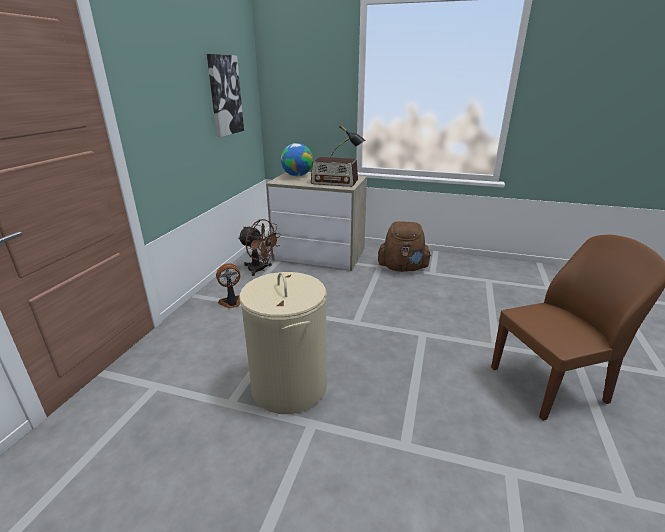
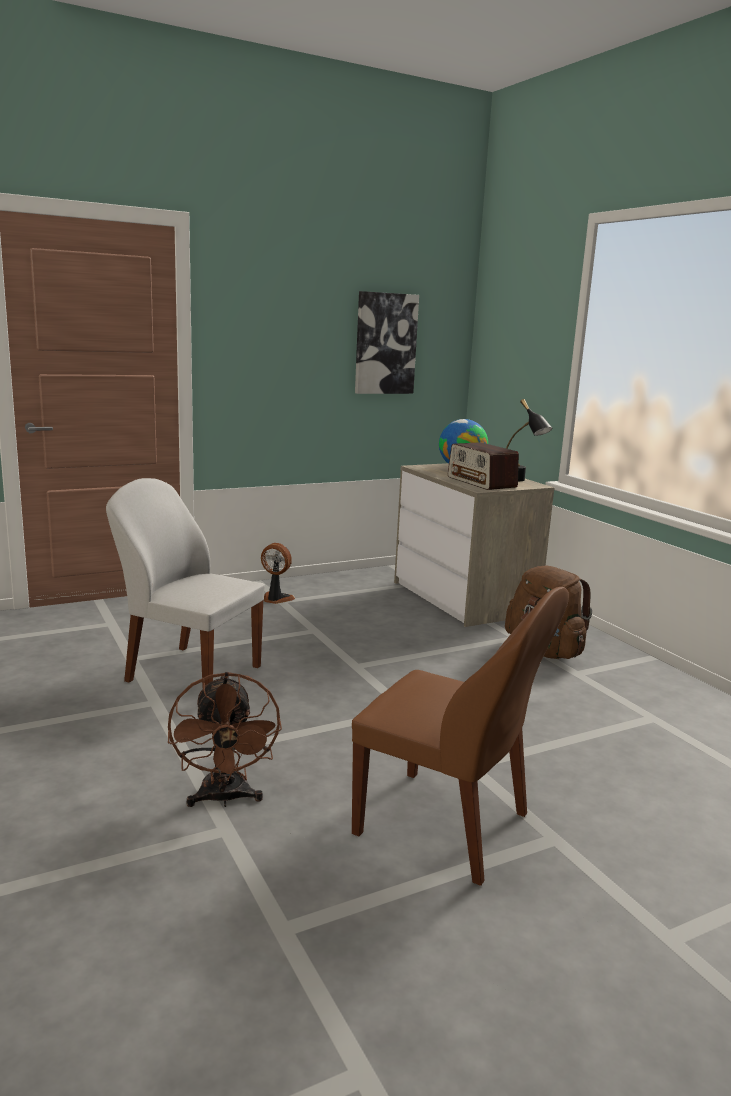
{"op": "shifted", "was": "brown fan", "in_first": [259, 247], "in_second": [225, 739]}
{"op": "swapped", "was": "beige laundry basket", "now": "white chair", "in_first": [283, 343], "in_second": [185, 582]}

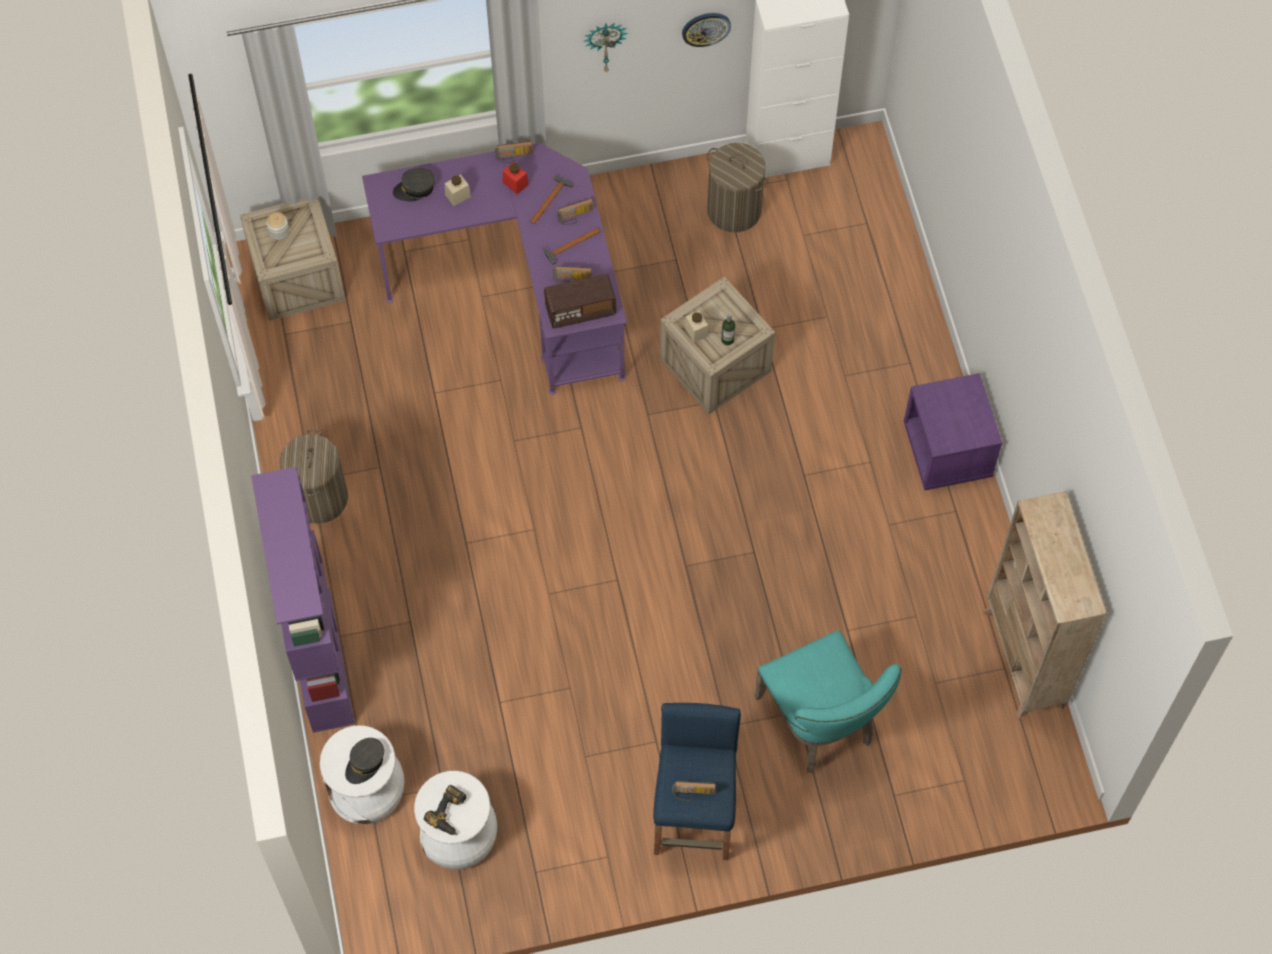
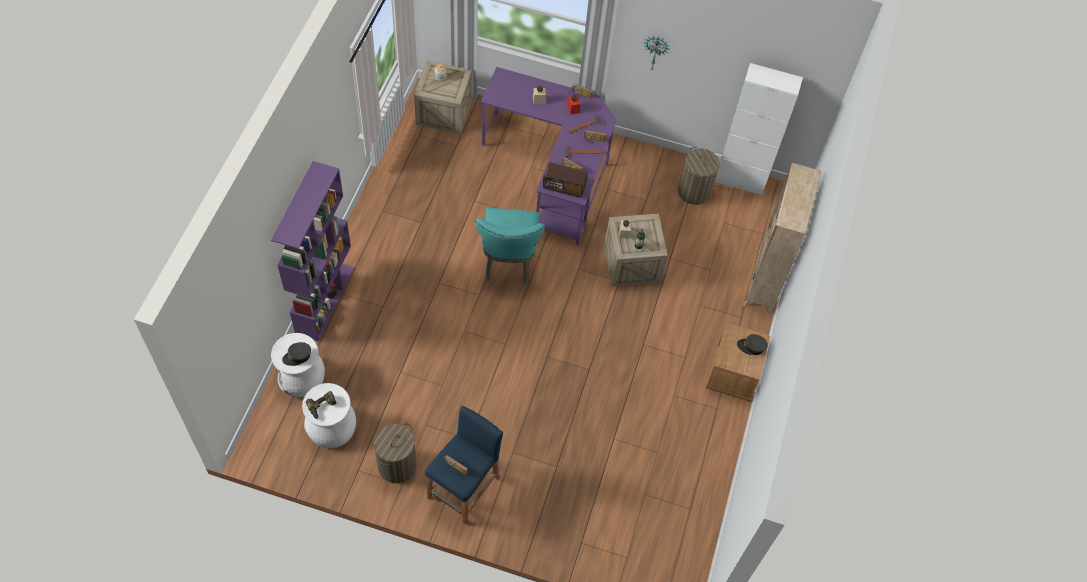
{"op": "gone", "was": "wall clock", "in_first": [706, 30]}
{"op": "shifted", "was": "grey cap", "in_first": [414, 184], "in_second": [752, 344]}
{"op": "repainted", "was": "purple nightstand", "now": "brown nightstand", "in_first": [953, 431], "in_second": [738, 362]}
{"op": "shifted", "was": "laundry basket", "in_first": [313, 476], "in_second": [395, 453]}
{"op": "shifted", "was": "beige bookcase", "in_first": [1045, 605], "in_second": [781, 238]}
{"op": "shifted", "was": "turquoise chair", "in_first": [828, 701], "in_second": [510, 246]}

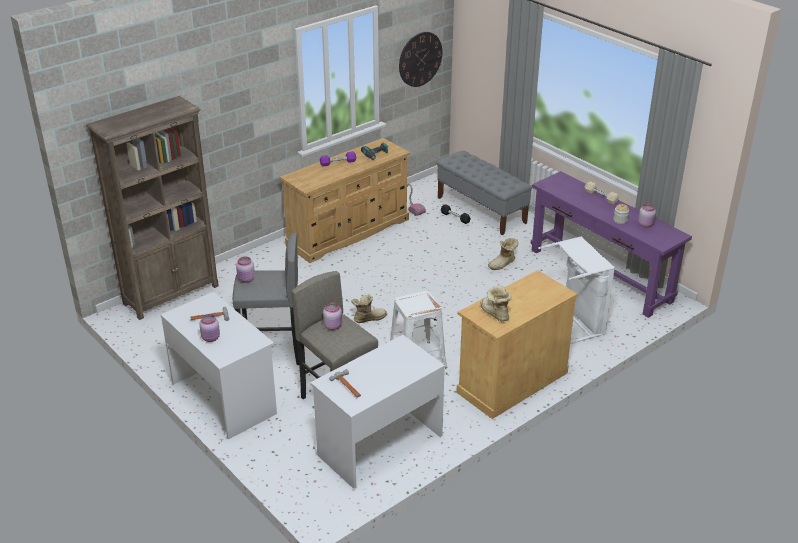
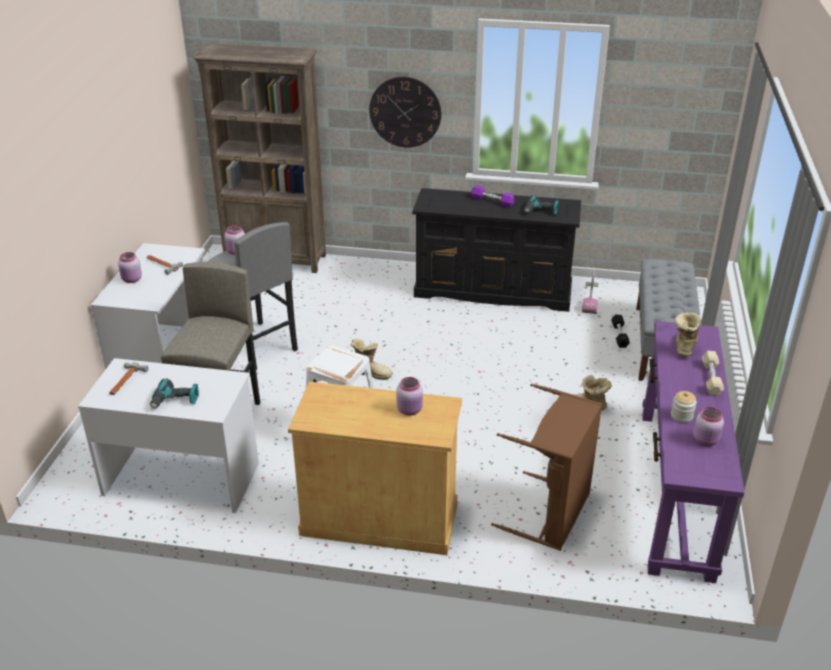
{"op": "shifted", "was": "wall clock", "in_first": [420, 59], "in_second": [405, 112]}
{"op": "repainted", "was": "beige dresser", "now": "black dresser", "in_first": [345, 200], "in_second": [496, 250]}
{"op": "repainted", "was": "white laundry basket", "now": "brown laundry basket", "in_first": [576, 290], "in_second": [546, 467]}
{"op": "shifted", "was": "boot", "in_first": [496, 303], "in_second": [688, 335]}
{"op": "shifted", "was": "pink jar", "in_first": [332, 316], "in_second": [409, 396]}
{"op": "new", "now": "power drill", "in_second": [174, 393]}

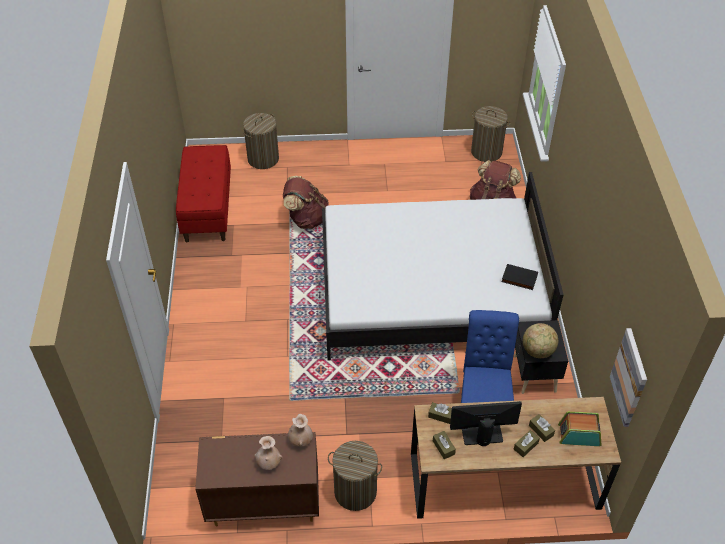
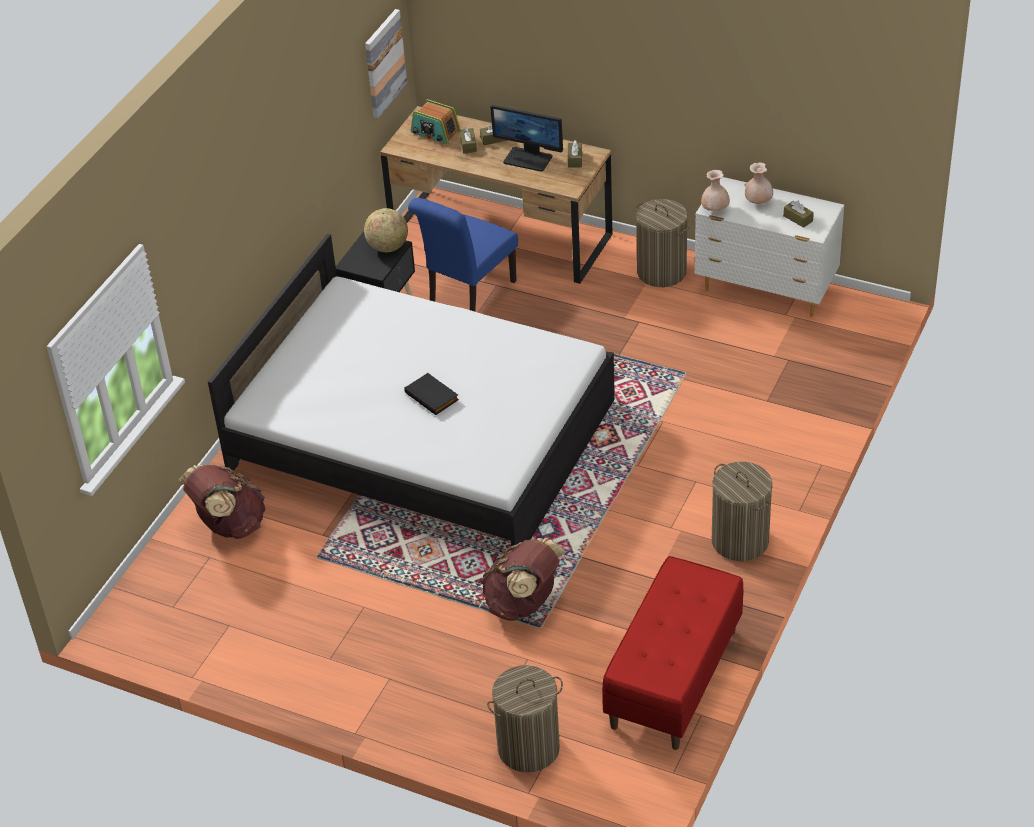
{"op": "shifted", "was": "laundry basket", "in_first": [491, 134], "in_second": [742, 511]}
{"op": "shifted", "was": "black book", "in_first": [519, 277], "in_second": [431, 394]}
{"op": "shifted", "was": "brown tissue box", "in_first": [440, 413], "in_second": [798, 214]}
{"op": "repainted", "was": "brown dresser", "now": "white dresser", "in_first": [257, 479], "in_second": [769, 247]}

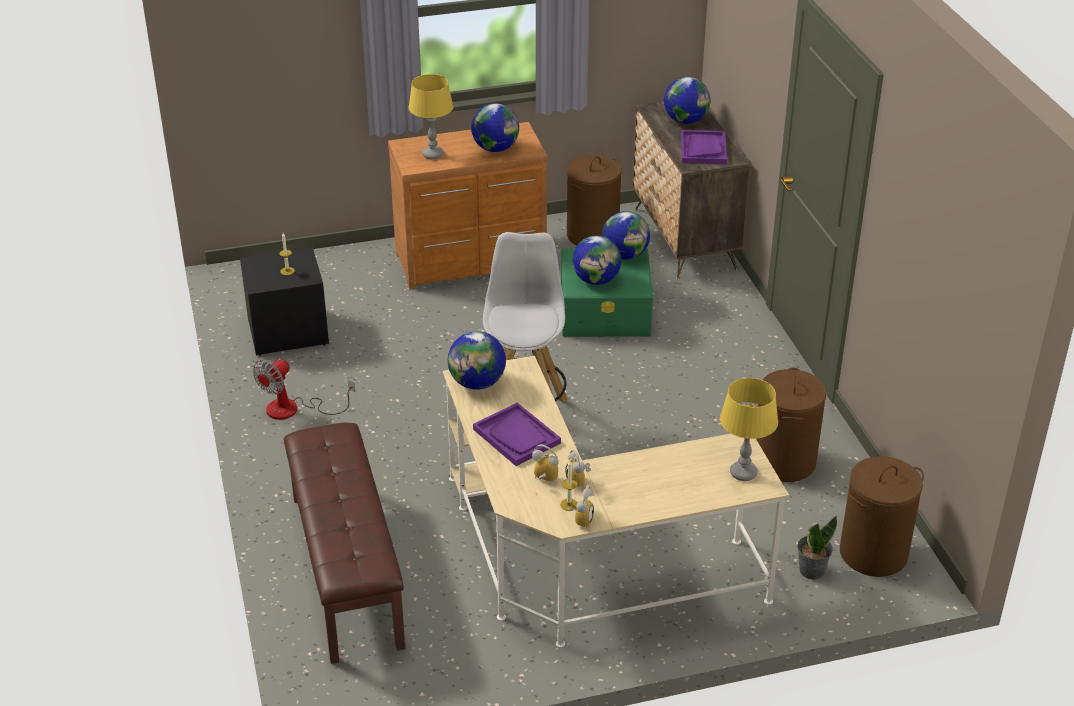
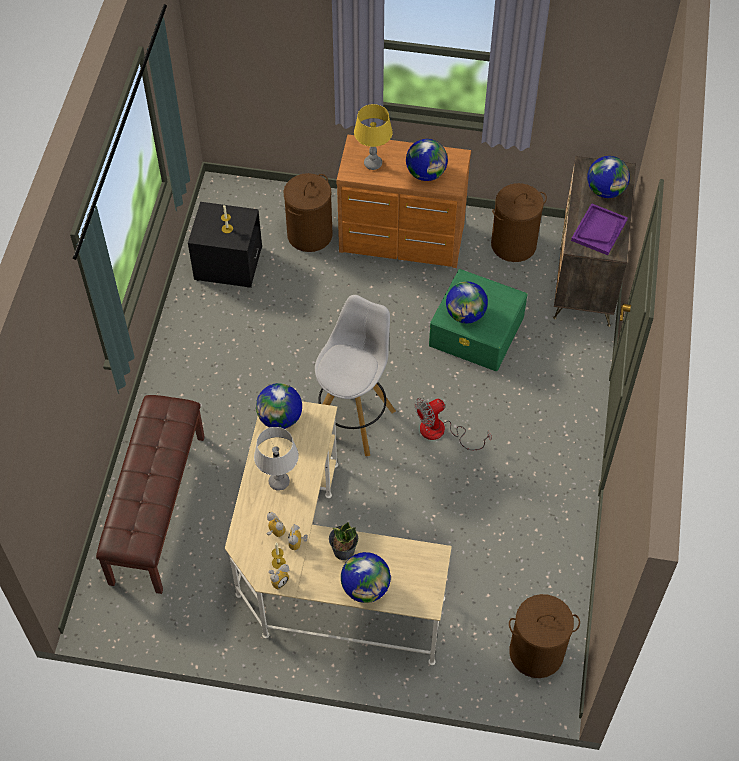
{"op": "shifted", "was": "globe", "in_first": [626, 235], "in_second": [366, 577]}
{"op": "shifted", "was": "fan", "in_first": [304, 389], "in_second": [453, 424]}
{"op": "shifted", "was": "brown laundry basket", "in_first": [791, 425], "in_second": [308, 212]}
{"op": "gone", "was": "yellow table lamp", "in_first": [749, 429]}
{"op": "swapped", "was": "purple tray", "now": "grey table lamp", "in_first": [517, 434], "in_second": [276, 459]}
{"op": "shifted", "was": "potted plant", "in_first": [817, 547], "in_second": [343, 541]}

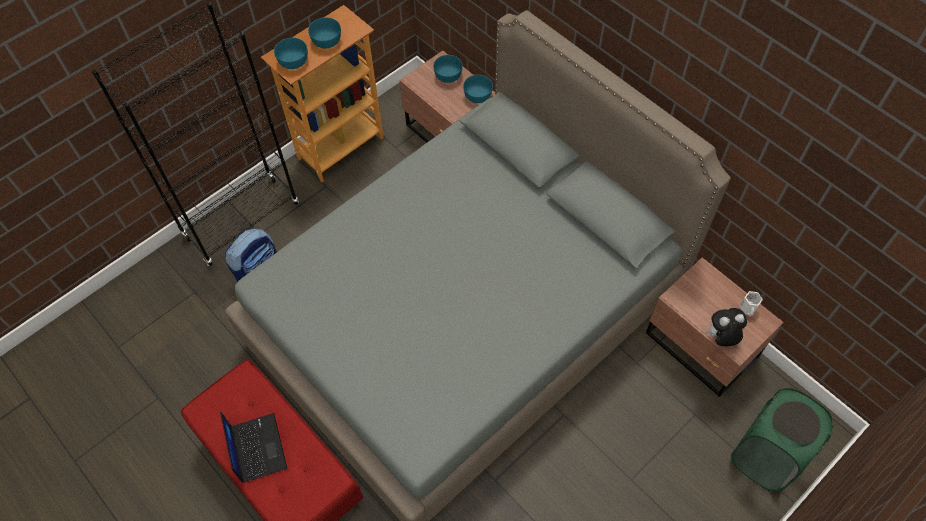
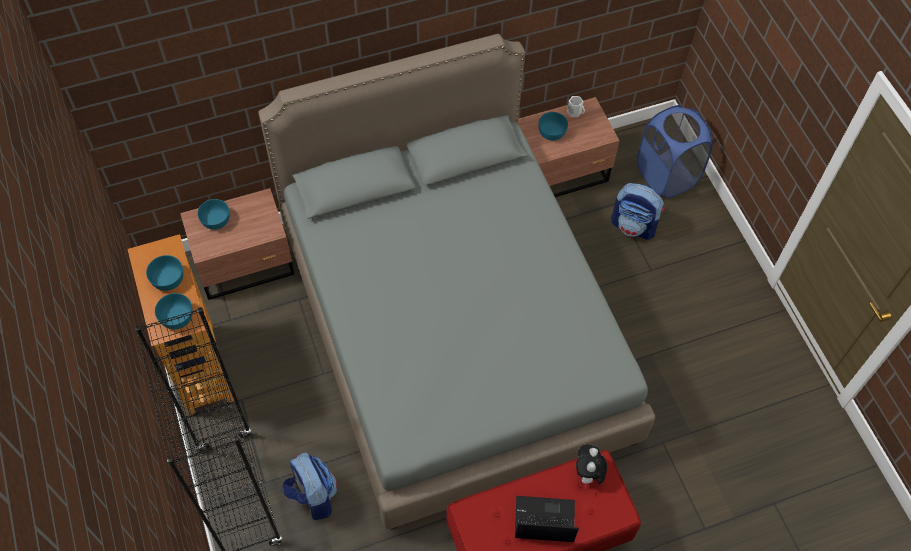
{"op": "shifted", "was": "turquoise bowl", "in_first": [478, 89], "in_second": [553, 126]}
{"op": "shifted", "was": "plush toy", "in_first": [726, 327], "in_second": [591, 466]}
{"op": "repainted", "was": "green laundry basket", "now": "blue laundry basket", "in_first": [782, 440], "in_second": [675, 151]}
{"op": "new", "now": "backpack", "in_second": [638, 211]}

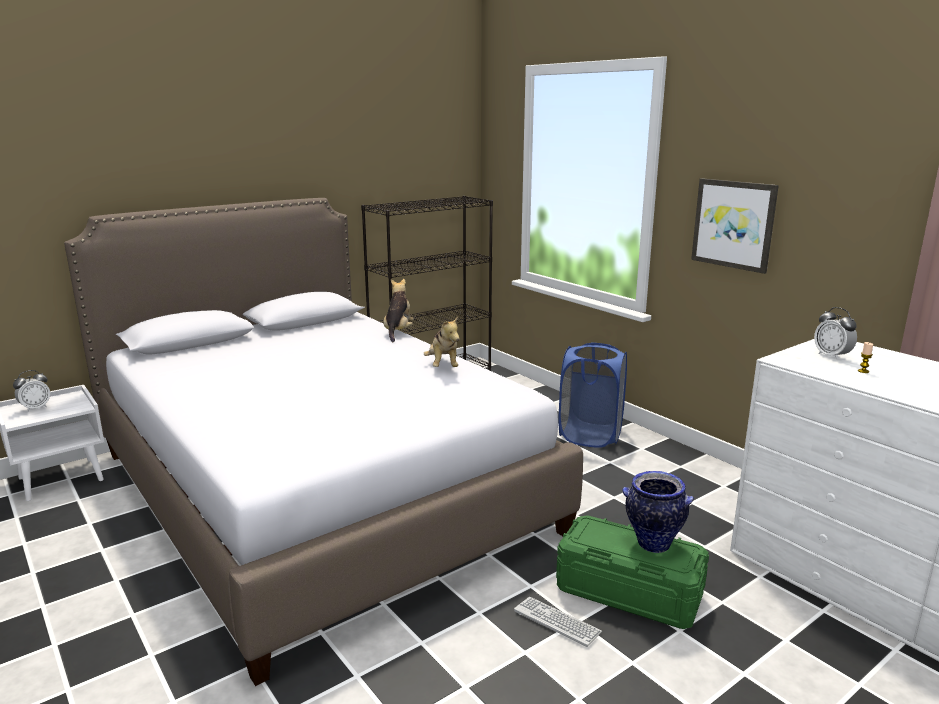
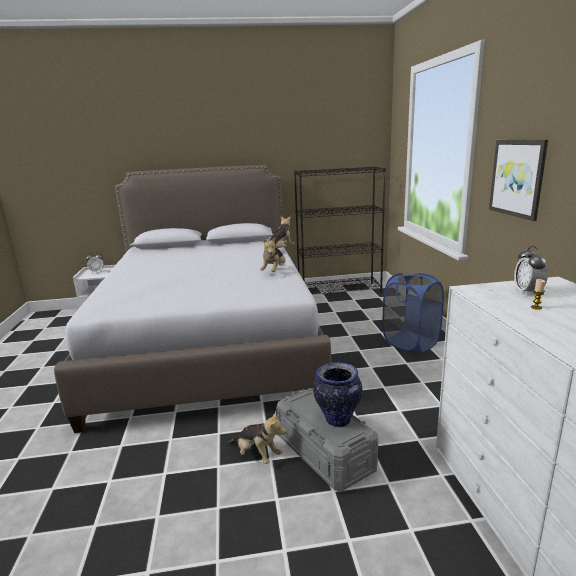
{"op": "repainted", "was": "green storage box", "now": "grey storage box", "in_first": [632, 572], "in_second": [327, 439]}
{"op": "swapped", "was": "keyboard", "now": "plush toy", "in_first": [558, 622], "in_second": [257, 437]}

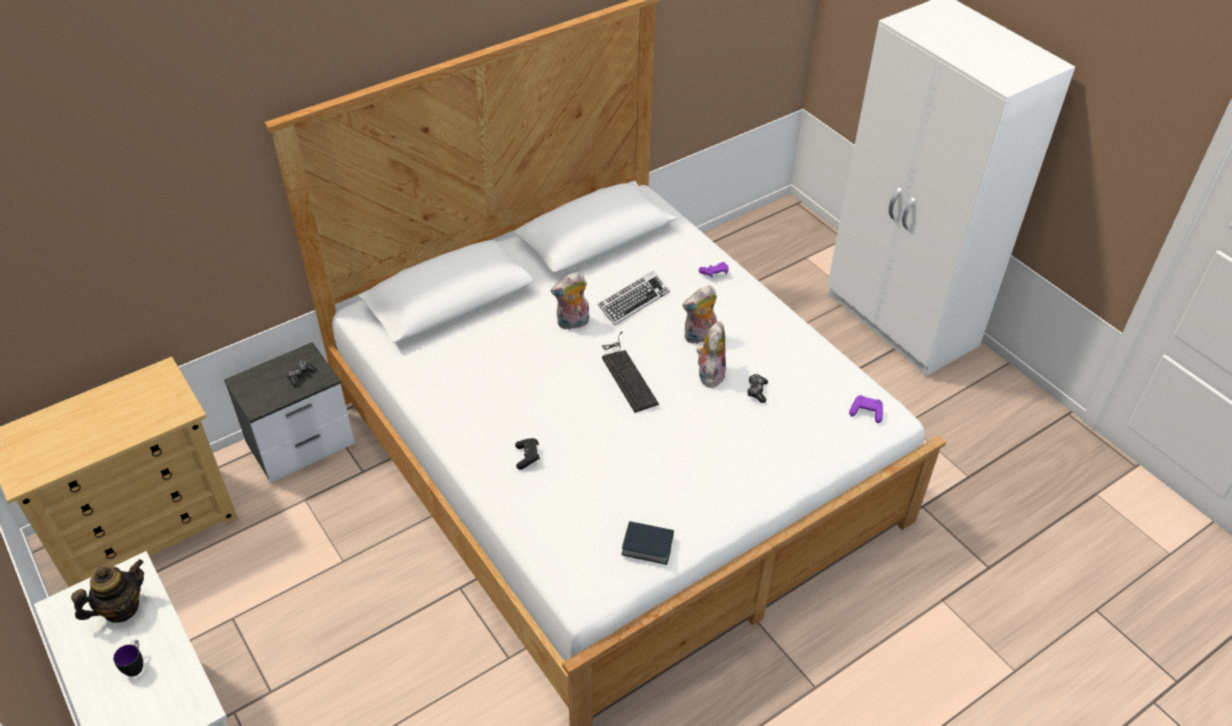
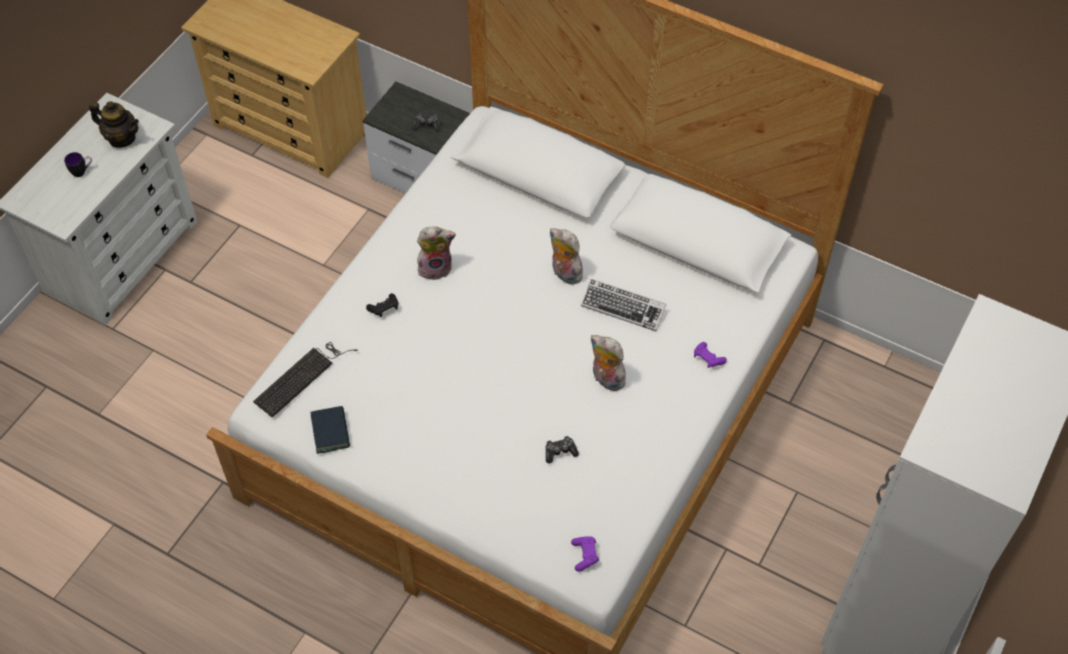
{"op": "shifted", "was": "plush toy", "in_first": [711, 354], "in_second": [436, 253]}
{"op": "shifted", "was": "keyboard", "in_first": [630, 372], "in_second": [305, 380]}

